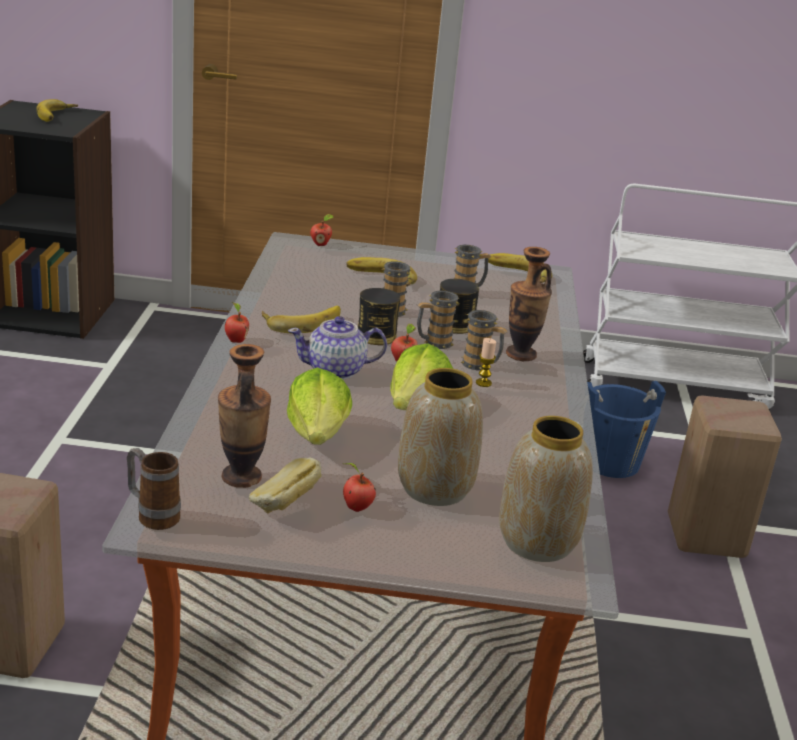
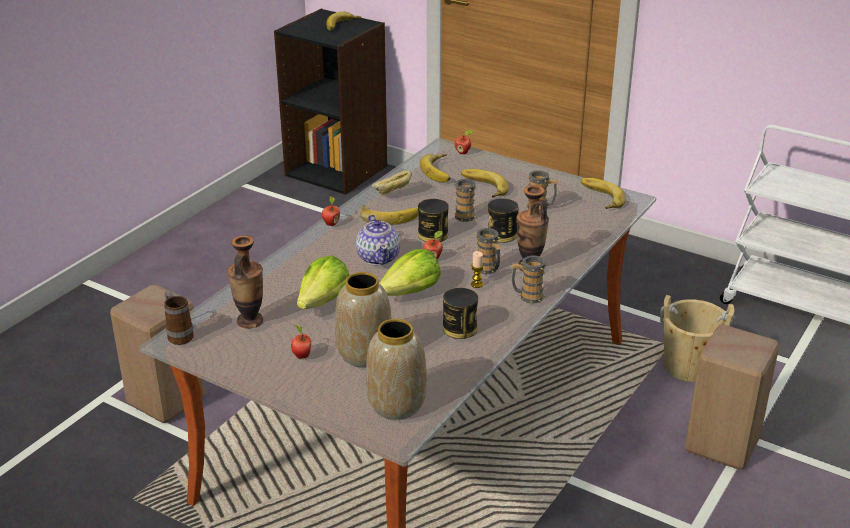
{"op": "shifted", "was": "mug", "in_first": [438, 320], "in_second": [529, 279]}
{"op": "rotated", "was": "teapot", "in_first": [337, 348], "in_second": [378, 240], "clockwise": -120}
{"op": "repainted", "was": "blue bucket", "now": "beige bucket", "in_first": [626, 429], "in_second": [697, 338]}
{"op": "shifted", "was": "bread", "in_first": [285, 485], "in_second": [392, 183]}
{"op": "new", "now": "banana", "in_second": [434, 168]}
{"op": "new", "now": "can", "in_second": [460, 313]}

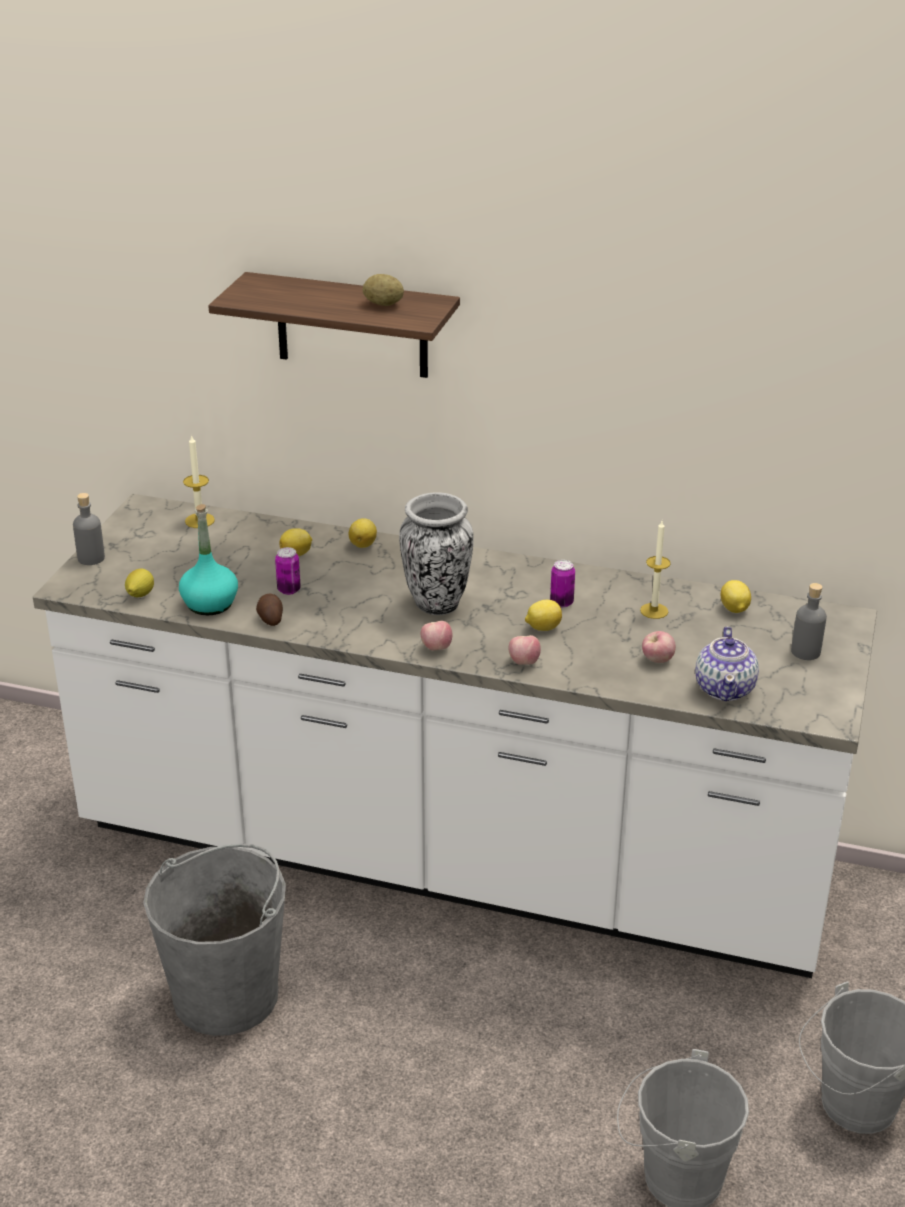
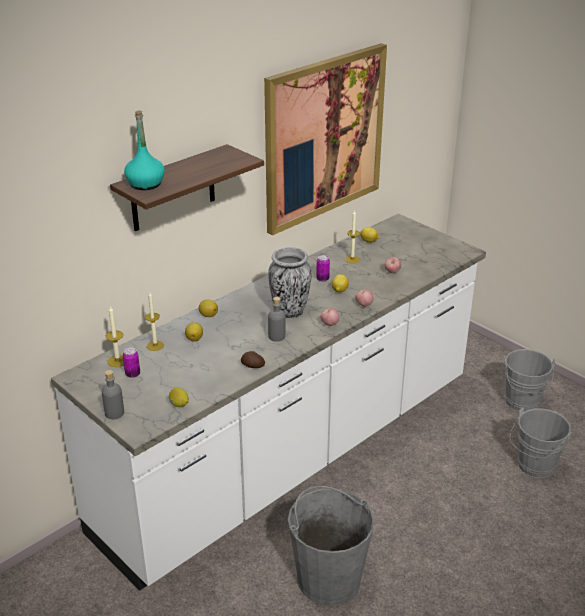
{"op": "gone", "was": "potato", "in_first": [383, 290]}
{"op": "shifted", "was": "turquoise bottle", "in_first": [208, 560], "in_second": [144, 150]}
{"op": "shifted", "was": "can", "in_first": [288, 571], "in_second": [131, 362]}
{"op": "shifted", "was": "grey bottle", "in_first": [809, 621], "in_second": [277, 319]}
{"op": "gone", "was": "teapot", "in_first": [727, 663]}
{"op": "new", "now": "picture", "in_second": [325, 139]}
{"op": "new", "now": "candle", "in_second": [154, 321]}

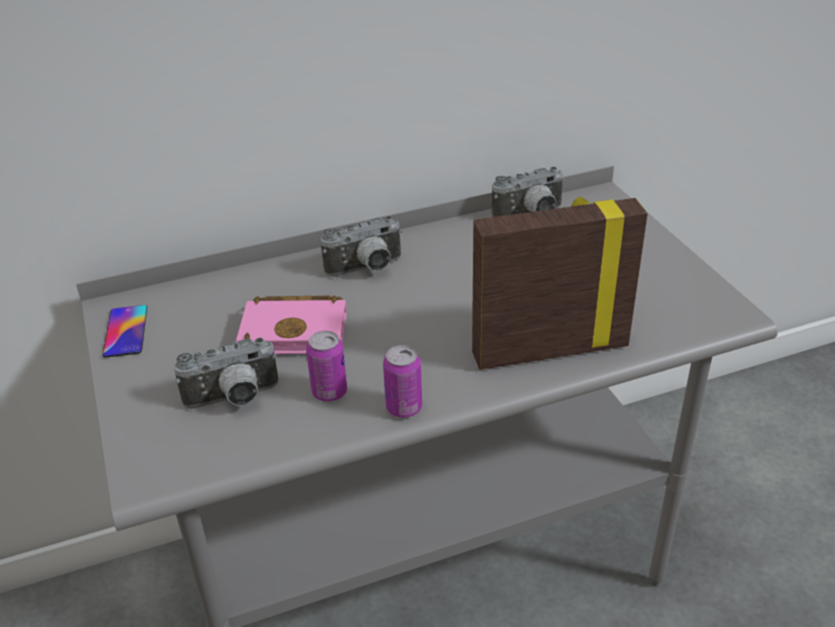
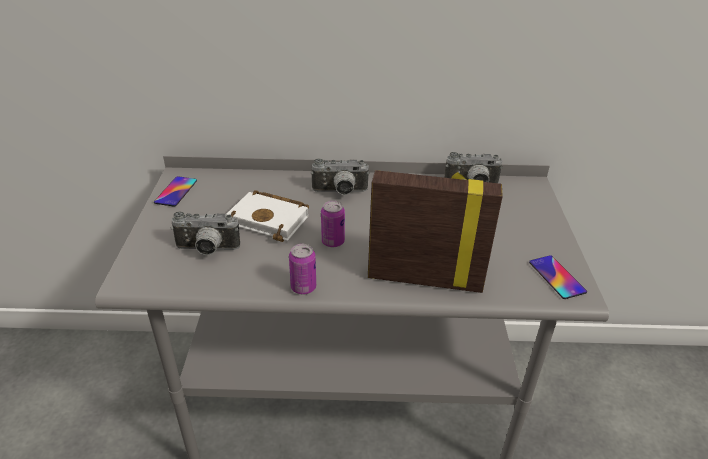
{"op": "repainted", "was": "pink book", "now": "white book", "in_first": [291, 324], "in_second": [267, 216]}
{"op": "shifted", "was": "can", "in_first": [326, 366], "in_second": [333, 224]}
{"op": "new", "now": "phone", "in_second": [558, 277]}

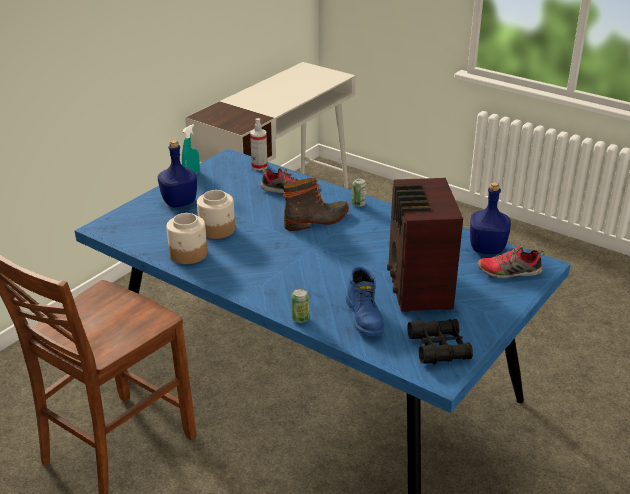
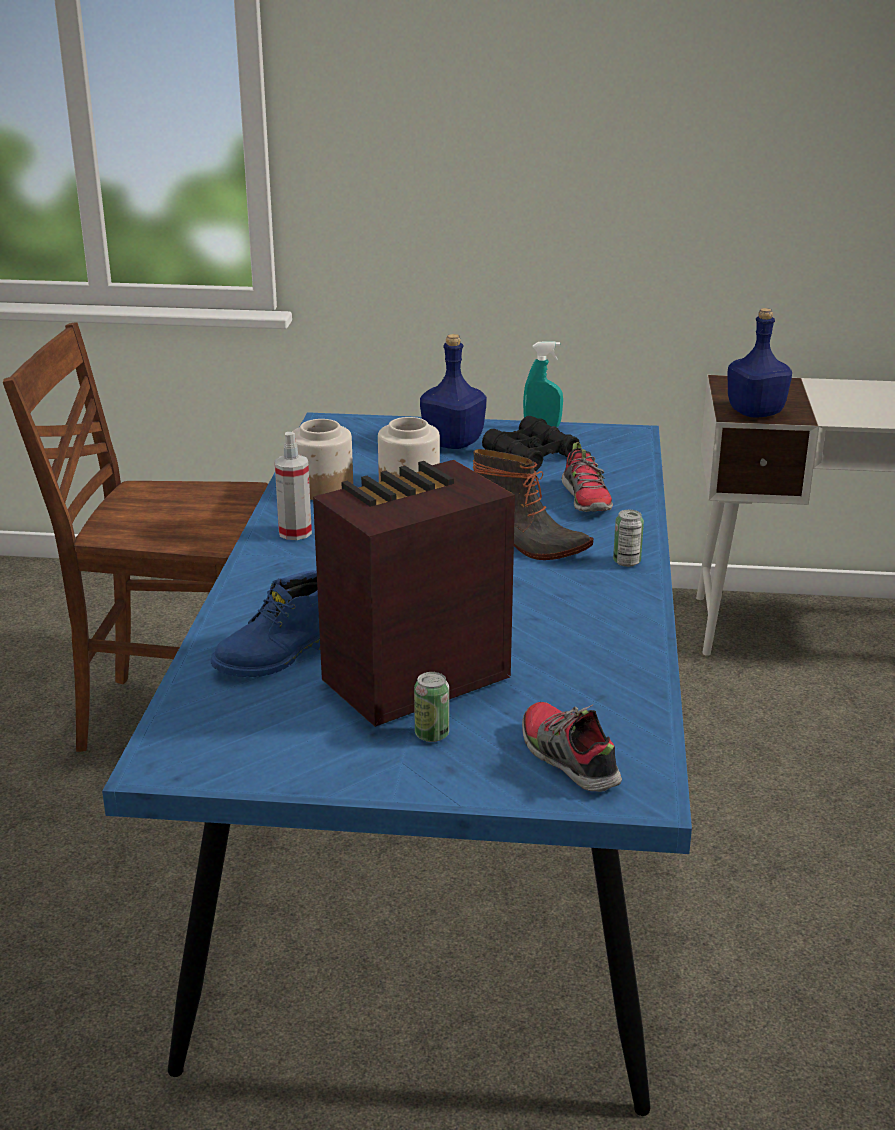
{"op": "shifted", "was": "spray bottle", "in_first": [259, 144], "in_second": [293, 486]}
{"op": "shifted", "was": "blue bottle", "in_first": [490, 218], "in_second": [759, 362]}
{"op": "shifted", "was": "can", "in_first": [300, 305], "in_second": [431, 707]}
{"op": "shifted", "was": "black binoculars", "in_first": [440, 341], "in_second": [531, 443]}

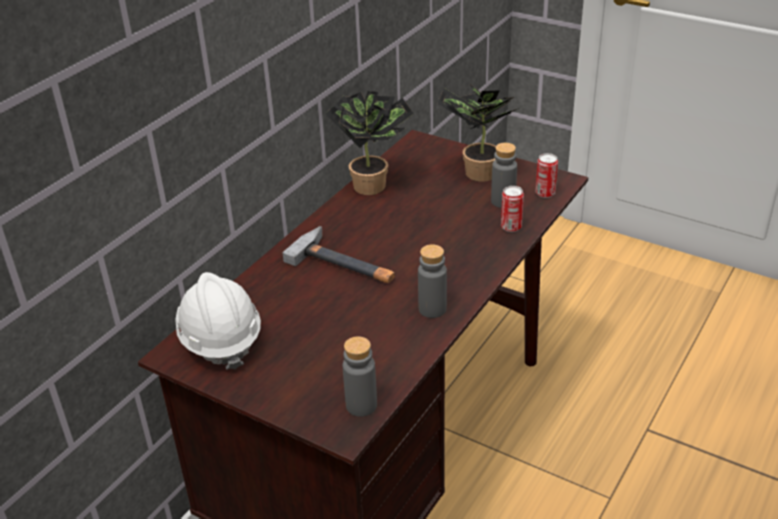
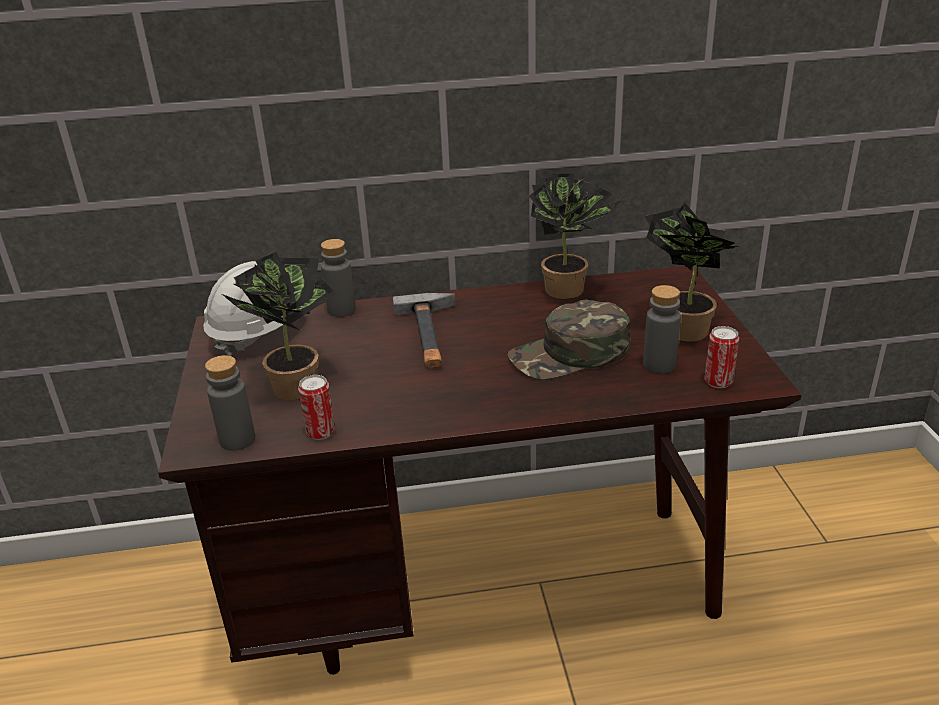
{"op": "shifted", "was": "can", "in_first": [512, 209], "in_second": [316, 407]}
{"op": "shifted", "was": "grey bottle", "in_first": [432, 281], "in_second": [338, 278]}
{"op": "new", "now": "potted plant", "in_second": [279, 326]}
{"op": "new", "now": "green cap", "in_second": [569, 340]}

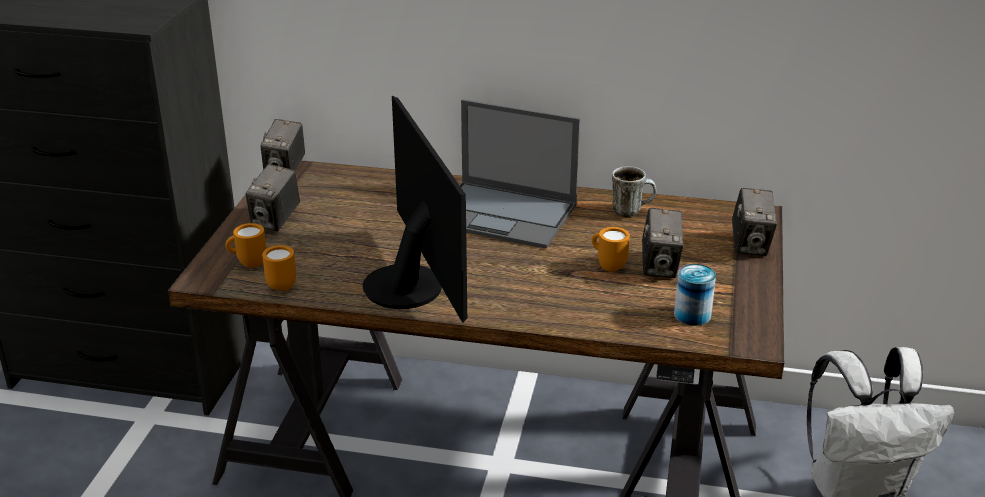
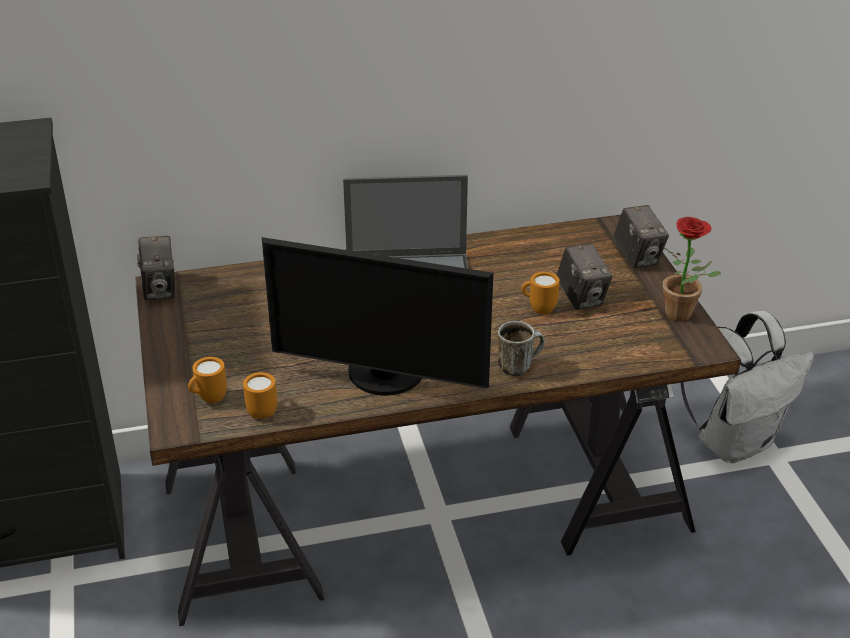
{"op": "rotated", "was": "monitor", "in_first": [415, 209], "in_second": [377, 316], "clockwise": 150}
{"op": "gone", "was": "photo camera", "in_first": [273, 198]}
{"op": "shifted", "was": "mug", "in_first": [634, 191], "in_second": [521, 348]}
{"op": "gone", "was": "can", "in_first": [695, 295]}
{"op": "new", "now": "potted plant", "in_second": [691, 269]}

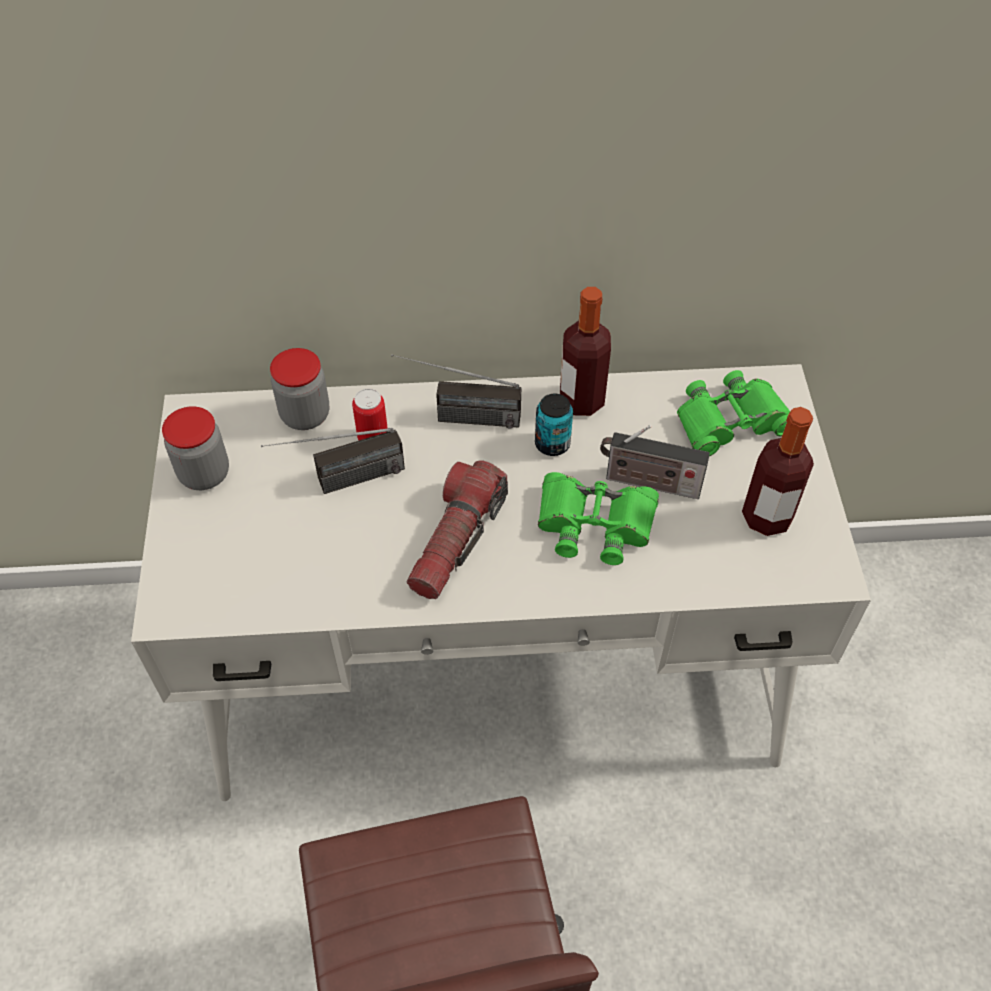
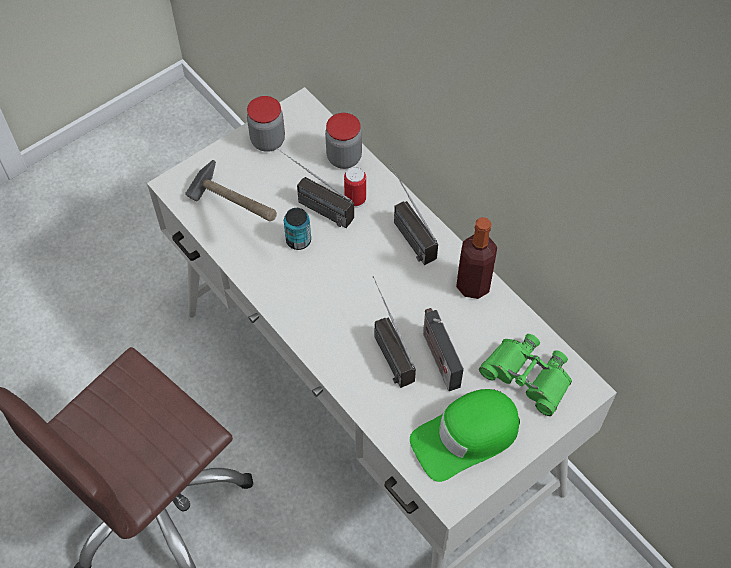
{"op": "shifted", "was": "can", "in_first": [554, 425], "in_second": [297, 229]}
{"op": "swapped", "was": "bottle", "now": "green cap", "in_first": [778, 471], "in_second": [465, 435]}
{"op": "gone", "was": "flashlight", "in_first": [457, 529]}
{"op": "swapped", "was": "green binoculars", "now": "radio", "in_first": [598, 518], "in_second": [394, 332]}
{"op": "new", "now": "hammer", "in_second": [231, 190]}

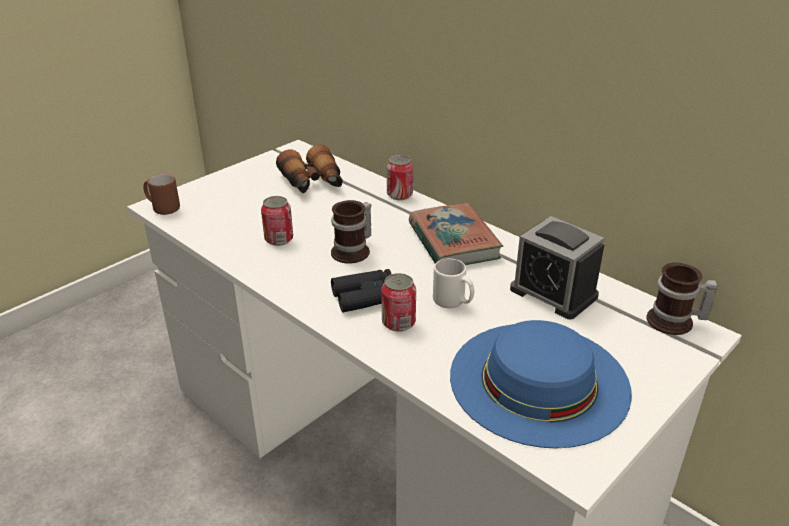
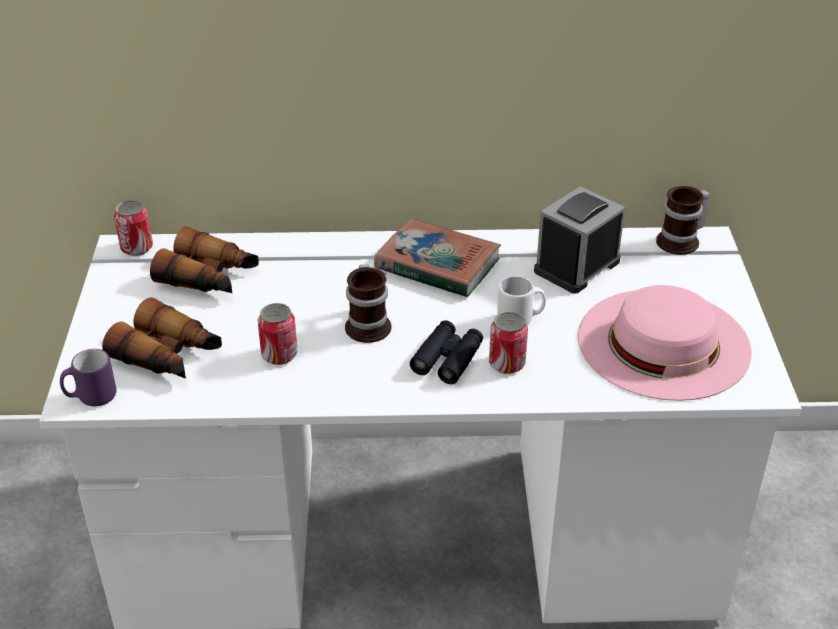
{"op": "shifted", "was": "can", "in_first": [400, 177], "in_second": [133, 228]}
{"op": "repainted", "was": "brown mug", "now": "purple mug", "in_first": [162, 194], "in_second": [88, 377]}
{"op": "rotated", "was": "alarm clock", "in_first": [557, 267], "in_second": [579, 239], "clockwise": 135}
{"op": "repainted", "was": "blue hat", "now": "pink hat", "in_first": [541, 384], "in_second": [665, 343]}
{"op": "new", "now": "binoculars", "in_second": [162, 337]}

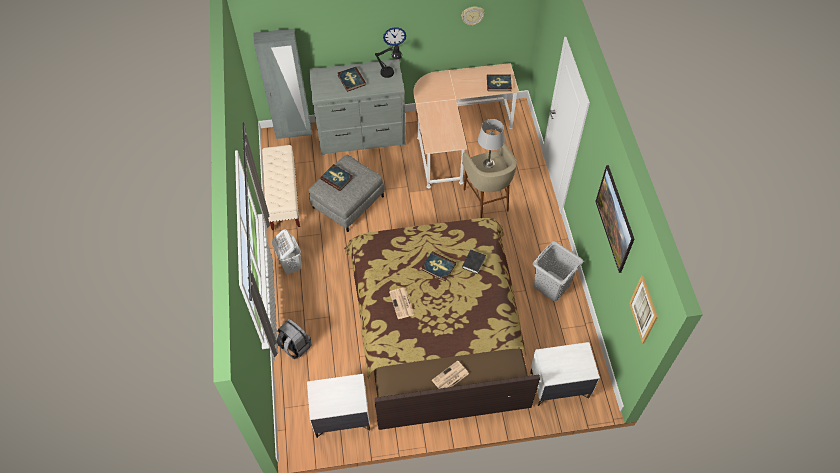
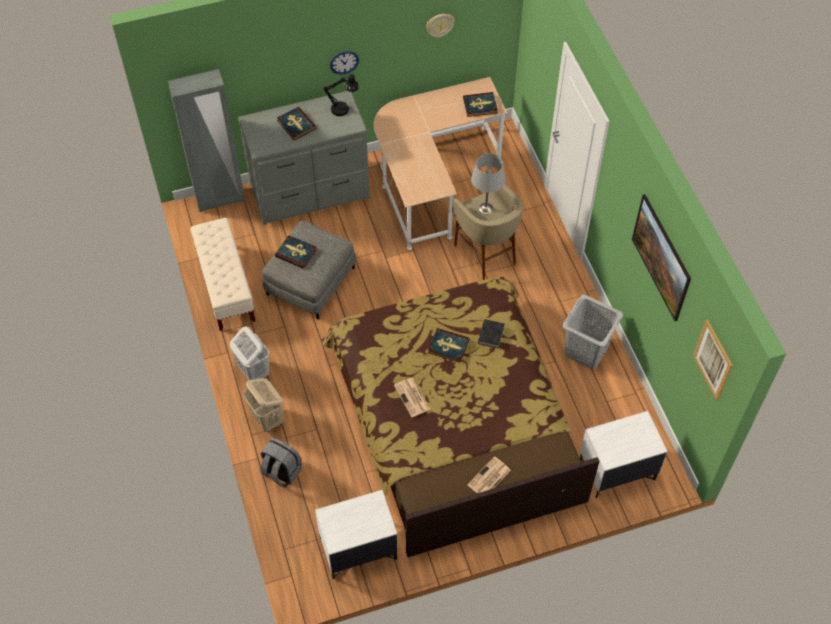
{"op": "new", "now": "beige laundry basket", "in_second": [263, 405]}

